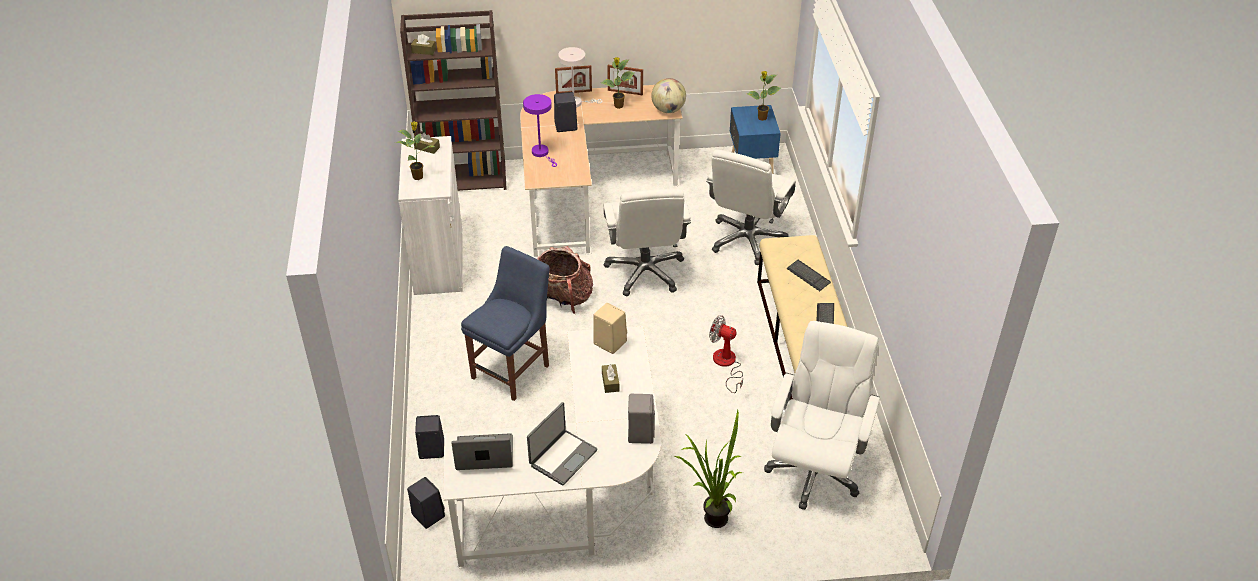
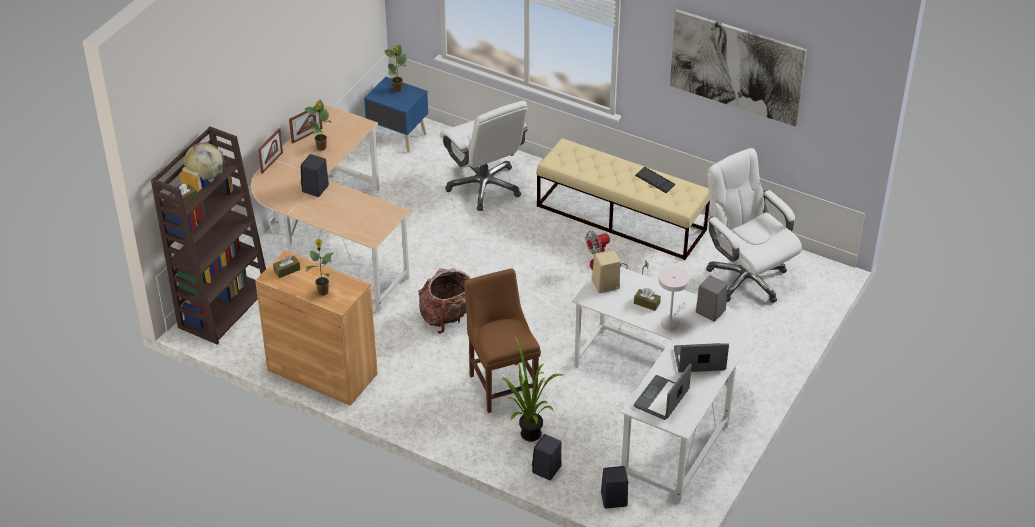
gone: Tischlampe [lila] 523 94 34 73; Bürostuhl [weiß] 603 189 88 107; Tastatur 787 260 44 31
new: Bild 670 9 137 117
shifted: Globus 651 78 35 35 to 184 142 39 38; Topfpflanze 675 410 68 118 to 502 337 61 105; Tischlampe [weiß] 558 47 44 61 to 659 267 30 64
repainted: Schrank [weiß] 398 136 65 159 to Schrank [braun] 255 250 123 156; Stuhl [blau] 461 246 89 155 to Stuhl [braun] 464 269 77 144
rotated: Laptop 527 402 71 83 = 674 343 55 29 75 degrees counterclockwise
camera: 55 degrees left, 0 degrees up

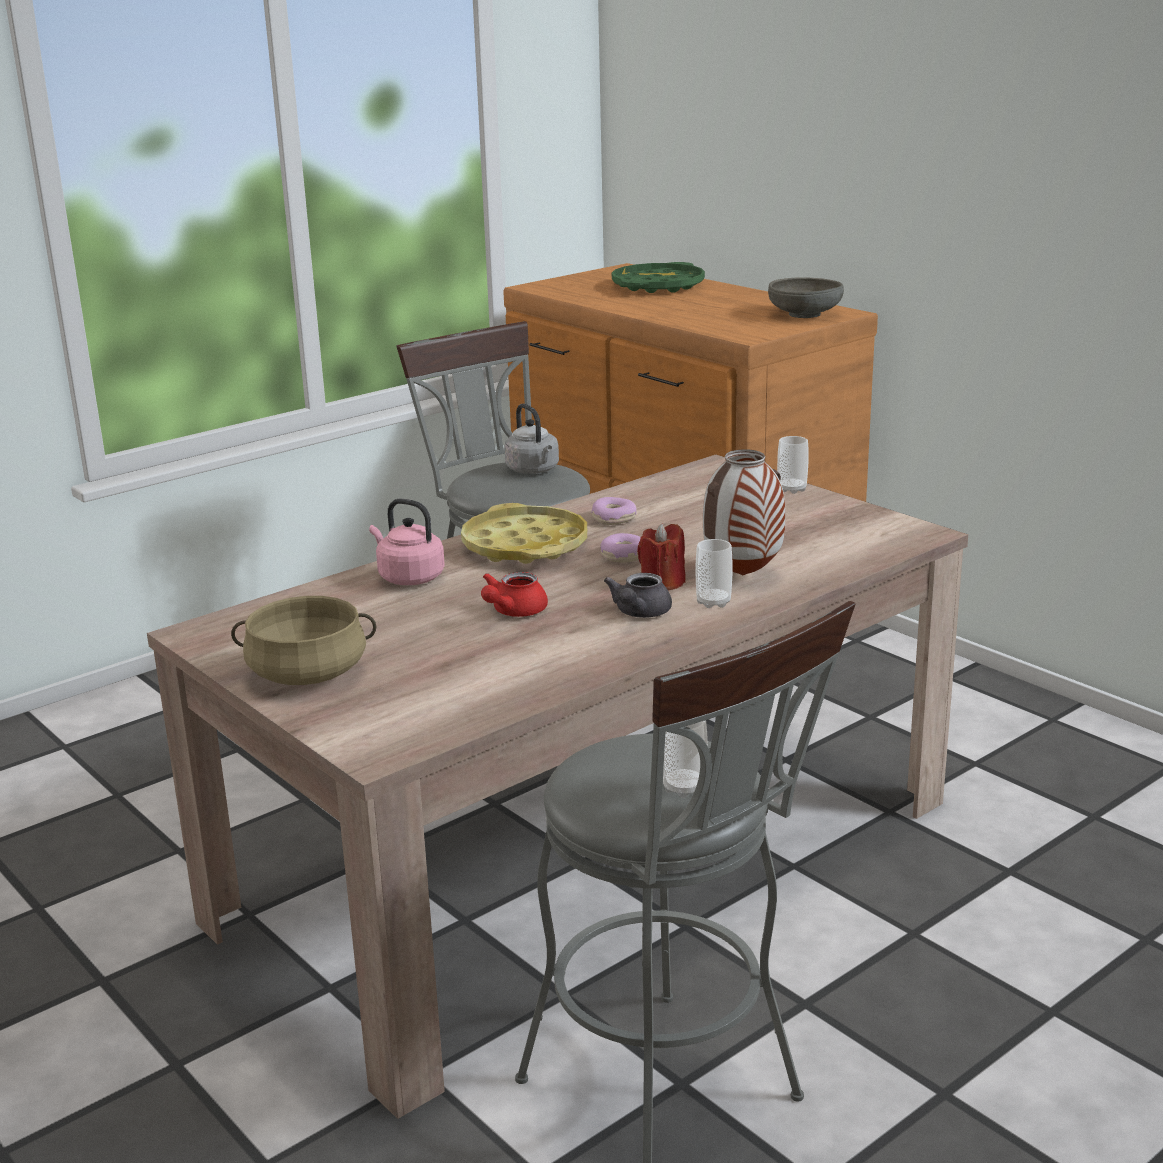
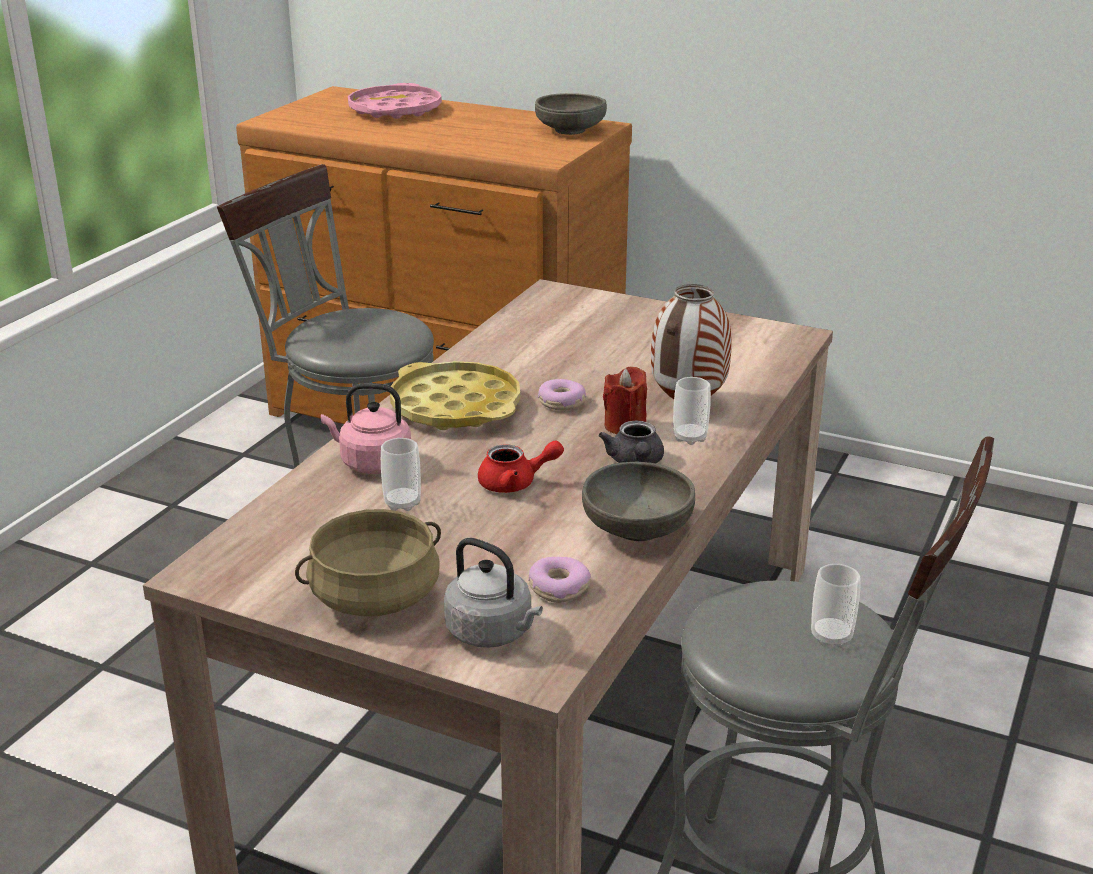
new: Schüssel [grau] 582 461 113 80
shifted: Tasse 777 436 32 58 to 381 438 40 73; Wasserkessel [grau] 504 404 55 70 to 444 538 99 110; Donut 591 497 46 28 to 528 557 63 46
repainted: Tablett [grün] 612 262 93 31 to Tablett [rosa] 348 83 94 36
rotated: Teekanne [rot] 481 572 67 45 = 478 440 86 53 105 degrees counterclockwise
camera: 25 degrees left, 5 degrees up

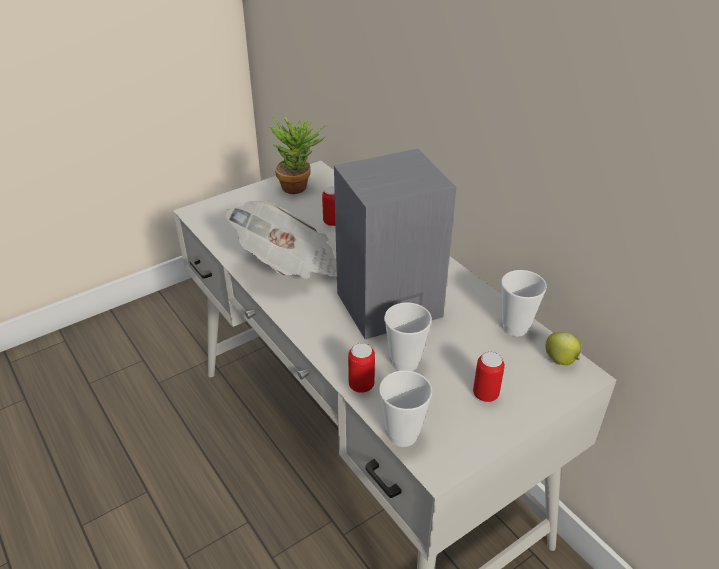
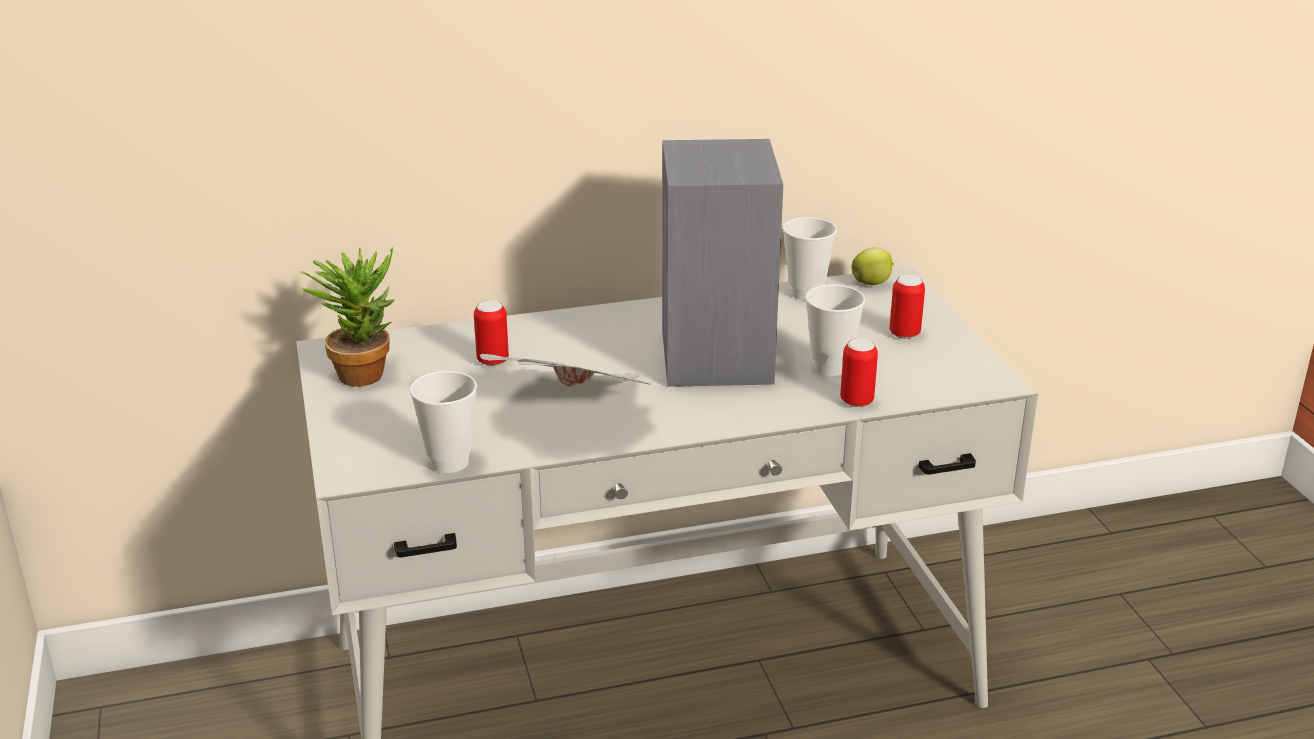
shifted: Tasse 379 370 53 77 to 410 371 67 102
camera: 70 degrees left, 10 degrees down

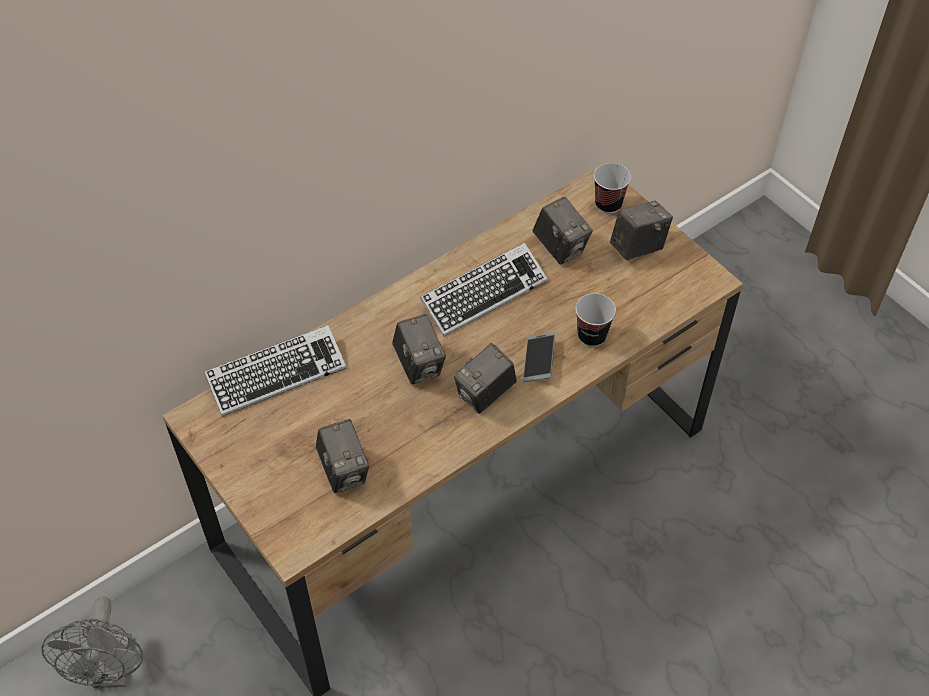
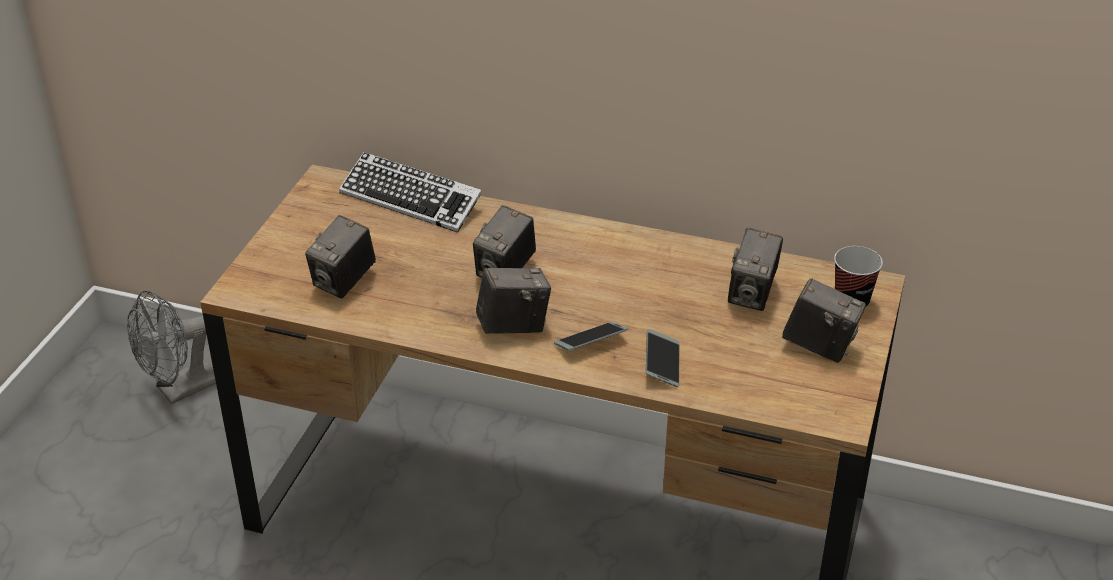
gone: Tastatur 420 242 128 95
swapped: Tasse 576 293 40 54 to Handy 646 329 33 58
rotated: Kamera 454 343 63 71 = 476 267 75 67 150 degrees clockwise
camera: 55 degrees right, 15 degrees down

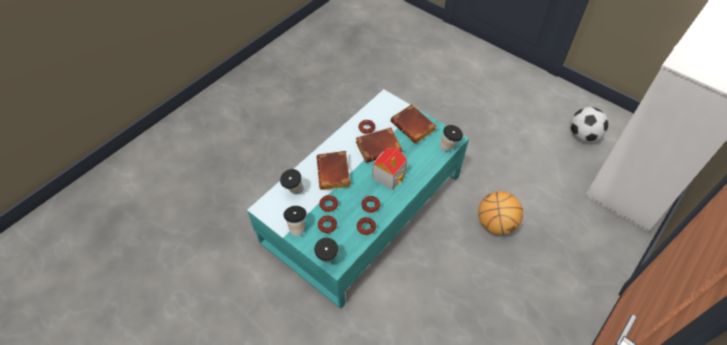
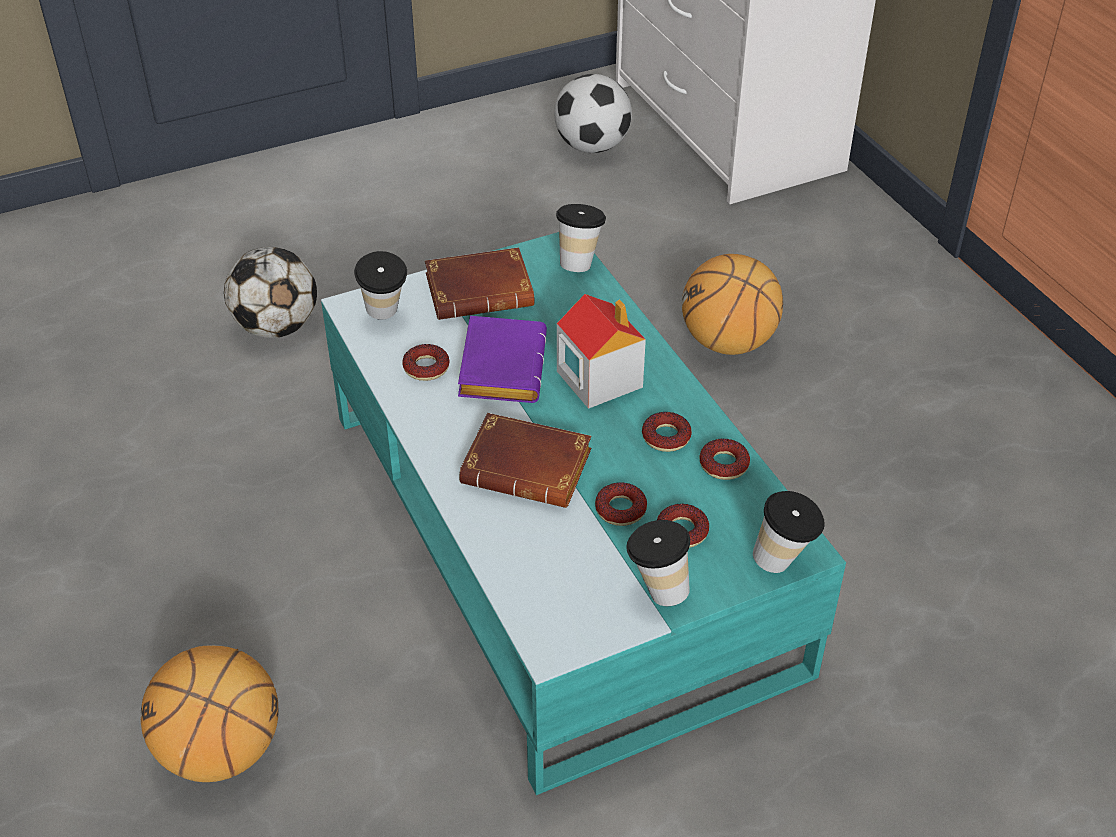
new: Basketball 140 645 139 137; Fußball 224 247 93 91
shifted: Tasse 280 169 24 25 to 354 251 53 69
repainted: Buch [braun] 356 127 46 36 to Buch [lila] 458 316 89 87
camera: 65 degrees left, 10 degrees down

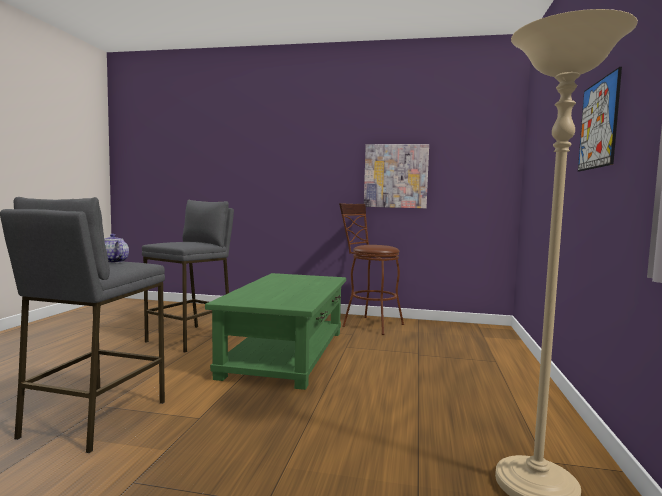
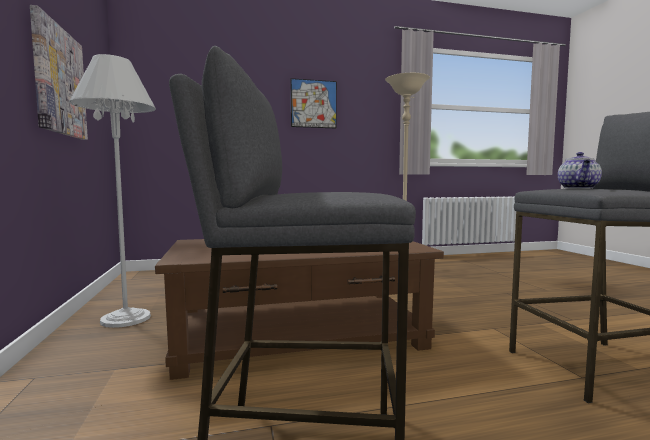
swapped: Hocker [braun] 339 203 65 132 to Stehlampe [weiß] 69 54 87 274
repainted: Couchtisch [grün] 205 273 141 117 to Couchtisch [braun] 155 239 289 141
camera: 115 degrees left, 0 degrees up

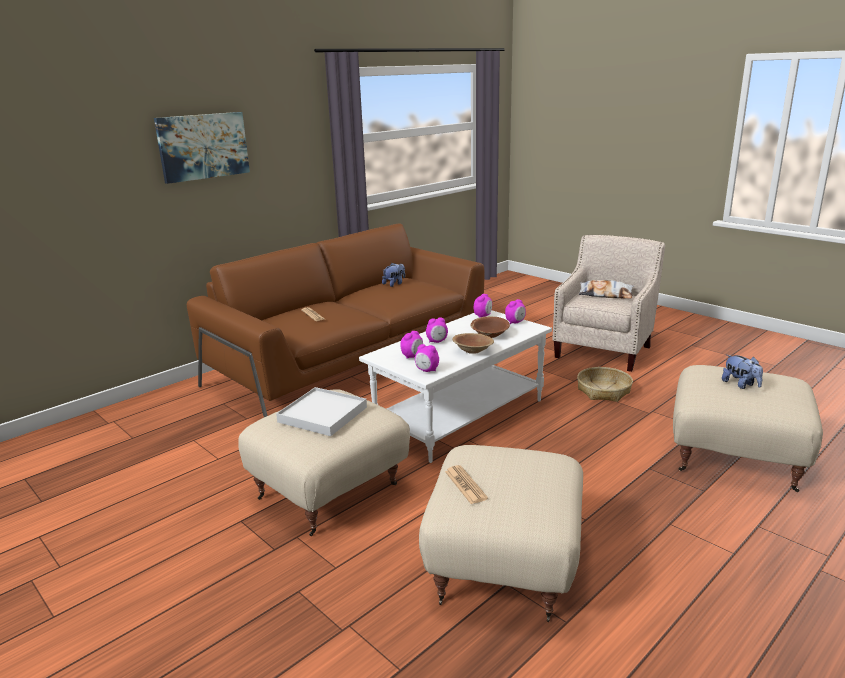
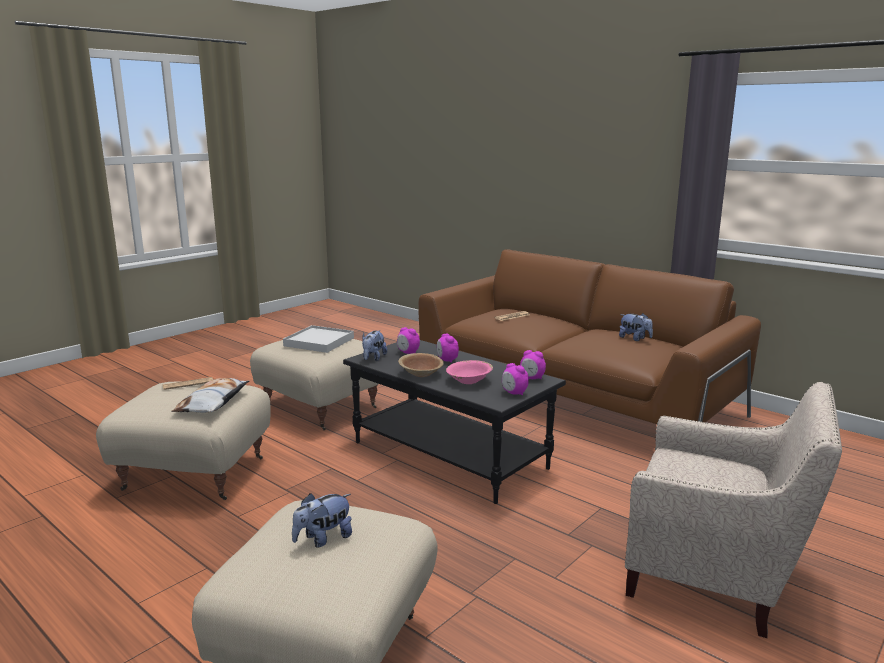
gone: Bild 154 112 96 72; Korb 577 367 56 35
shifted: Kissen 579 280 55 19 to 172 378 77 35
swapped: Wecker 415 344 24 28 to Plüschtier 362 330 25 31
repainted: Couchtisch [weiß] 359 310 193 153 to Couchtisch [schwarz] 343 340 223 164; Schüssel [braun] 470 316 40 22 to Schüssel [rosa] 446 360 47 24
camera: 85 degrees right, 5 degrees down

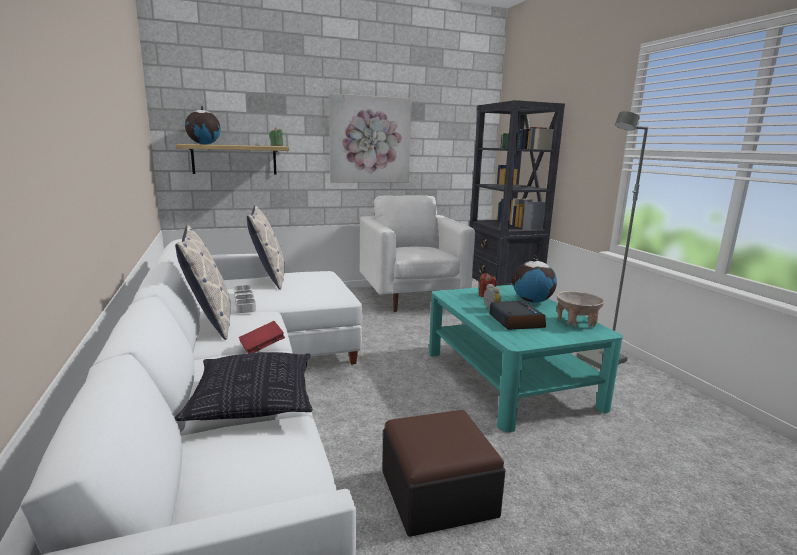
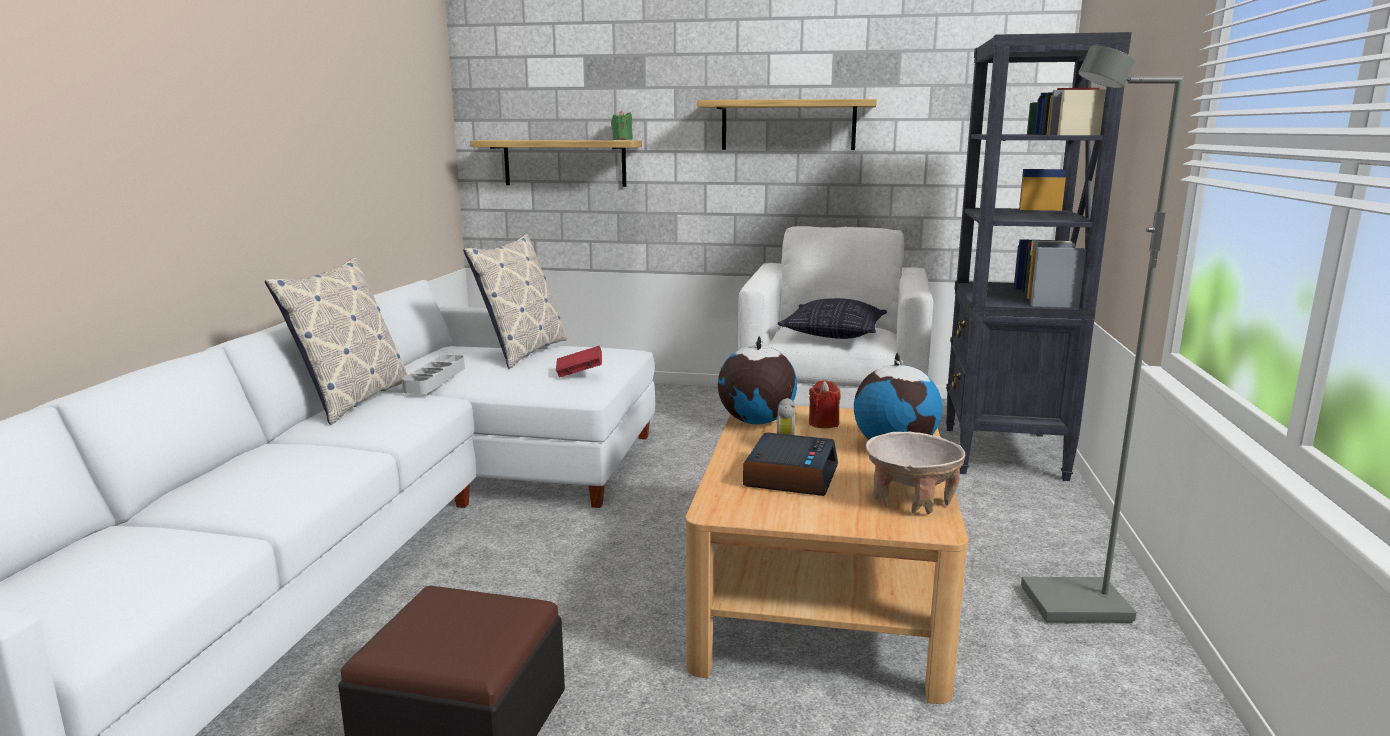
shifted: Buch [rot] 239 321 46 32 to 556 346 46 32; Globus 185 105 36 39 to 718 336 79 89; Kissen 175 352 138 69 to 777 298 110 41
swapped: Bild 329 93 83 90 to Wandregal 697 99 180 51
repainted: Couchtisch [türkis] 429 285 194 147 to Couchtisch [beige] 685 406 283 298
camera: 30 degrees right, 0 degrees up

